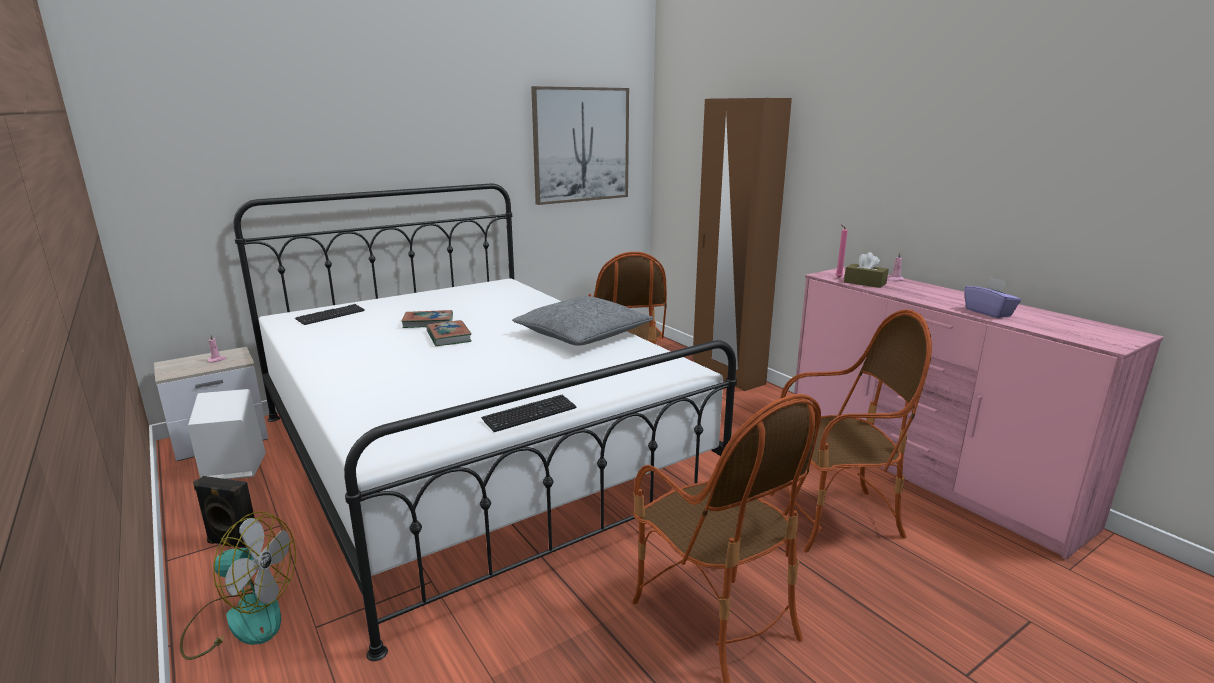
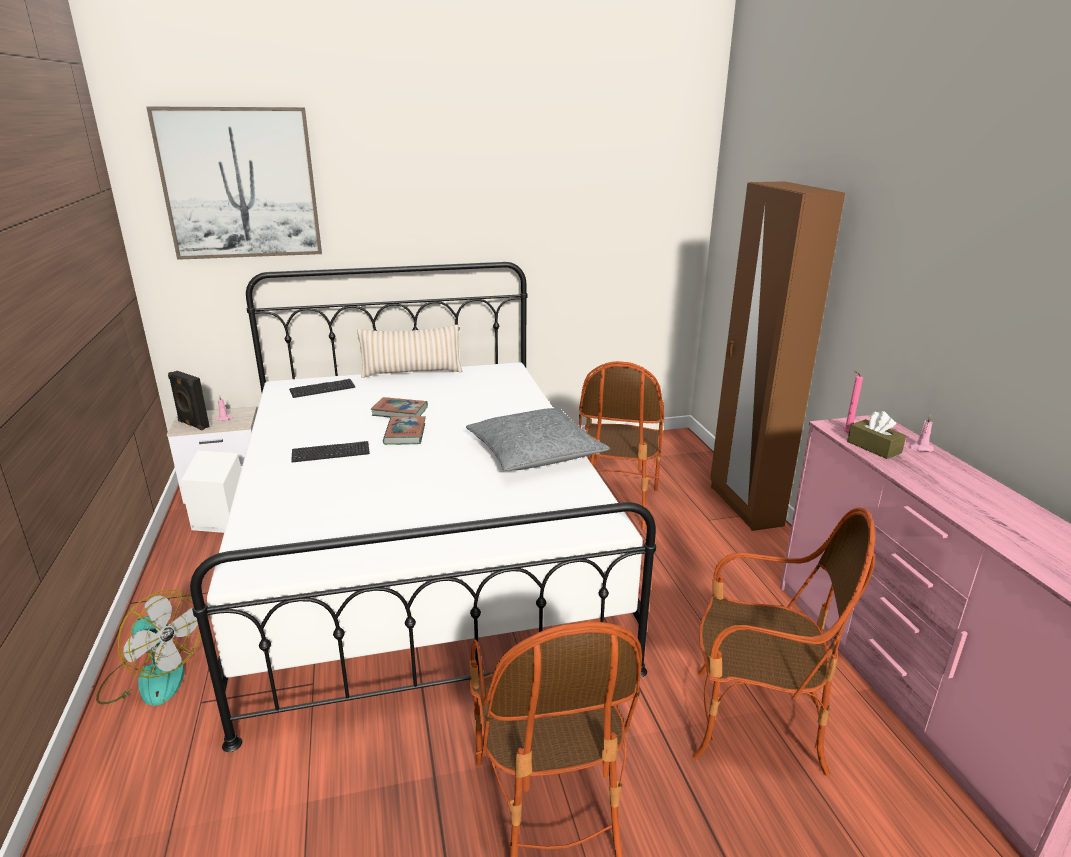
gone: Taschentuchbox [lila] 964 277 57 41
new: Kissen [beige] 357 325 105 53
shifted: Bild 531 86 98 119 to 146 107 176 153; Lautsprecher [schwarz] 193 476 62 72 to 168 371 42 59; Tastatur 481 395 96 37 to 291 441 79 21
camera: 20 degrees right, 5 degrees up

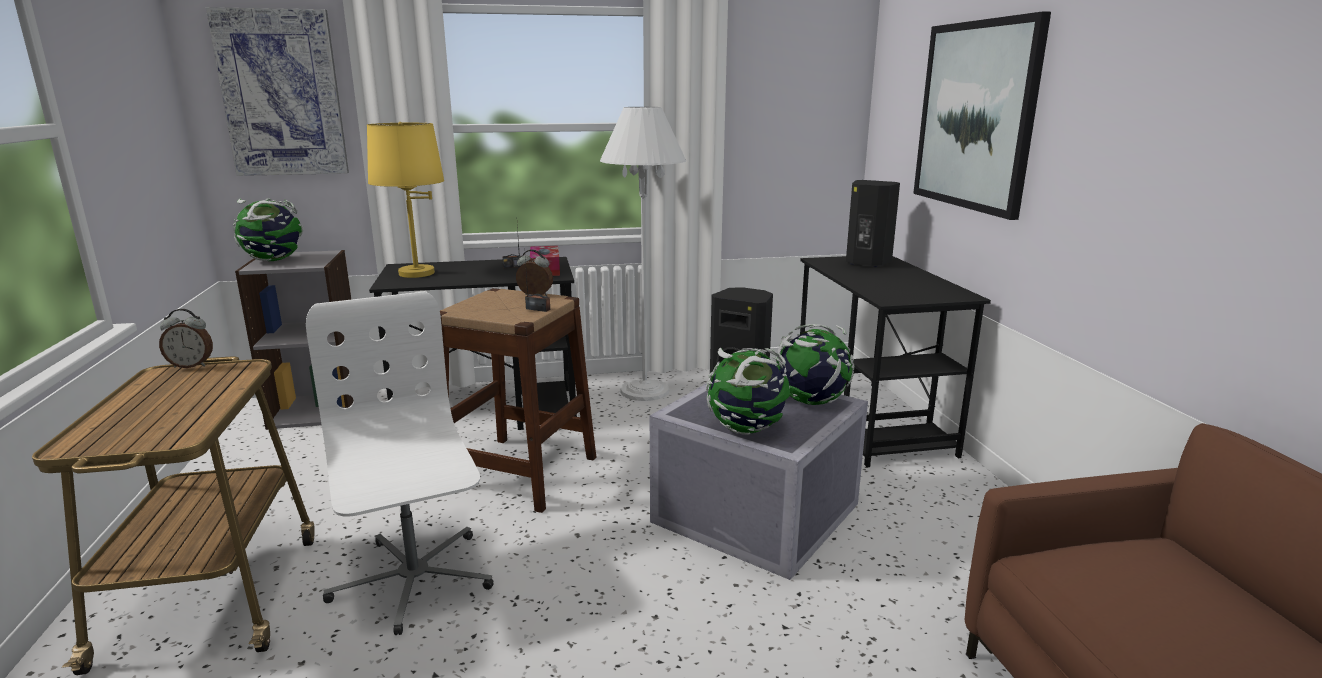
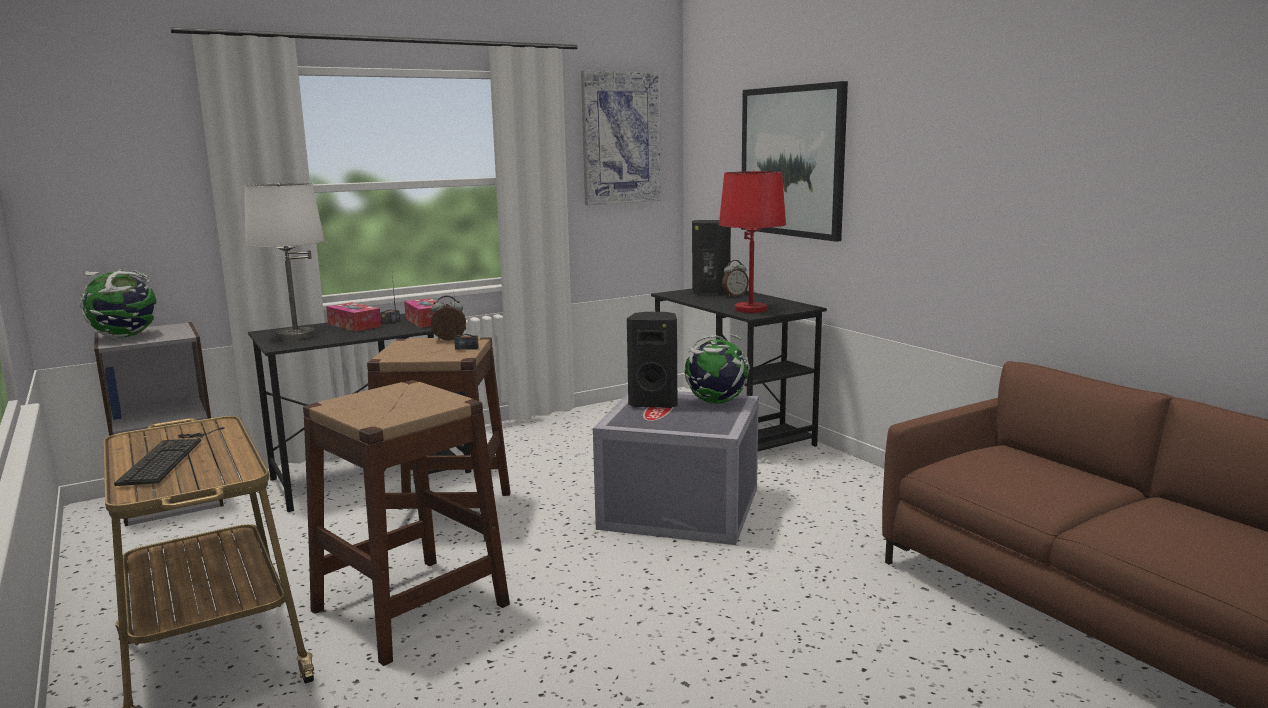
gone: Stehlampe [weiß] 600 107 86 294; Globus 706 347 84 88
new: Tastatur 114 427 111 59; Taschentuchbox 326 302 55 30; Tischlampe [rot] 719 170 67 143
shifted: Bild 206 7 143 169 to 581 71 80 134; Wecker 159 309 54 59 to 722 260 27 37
swapped: Bürostuhl [weiß] 306 291 188 344 to Hocker [braun] 303 380 207 286
repainted: Tischlampe [gelb] 367 122 77 156 to Tischlampe [weiß] 244 183 80 157
camera: 20 degrees left, 5 degrees down

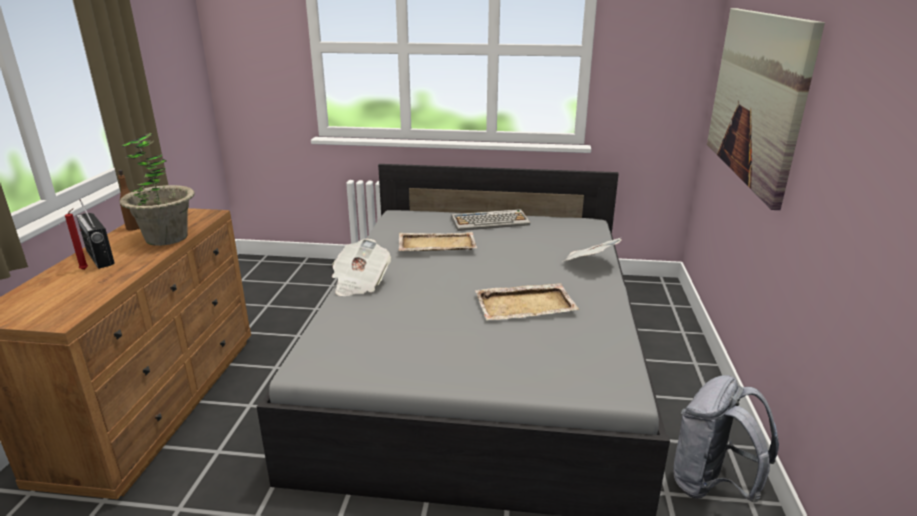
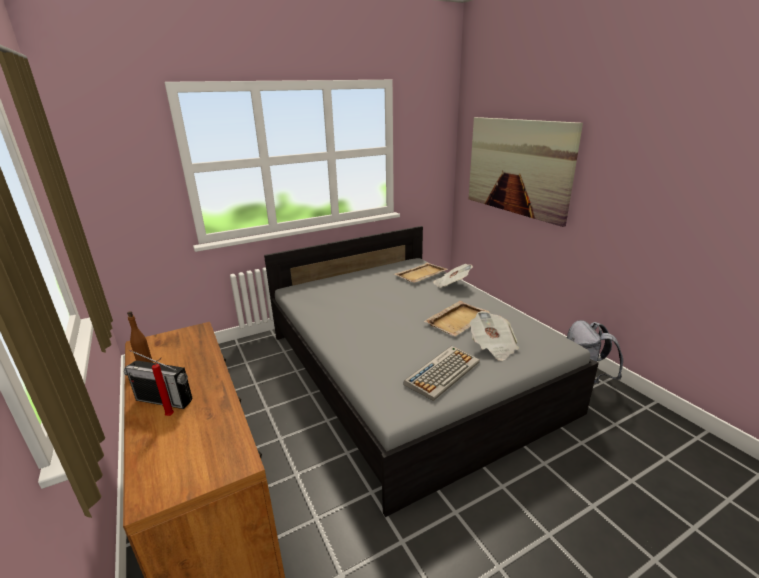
gone: Topfpflanze 120 133 75 113
shifted: Tablett [beige] 399 232 78 19 to 394 263 54 20; Tastatur 451 209 79 22 to 403 346 77 55; Zeitung 332 239 59 57 to 470 311 49 50
camera: 35 degrees left, 0 degrees up

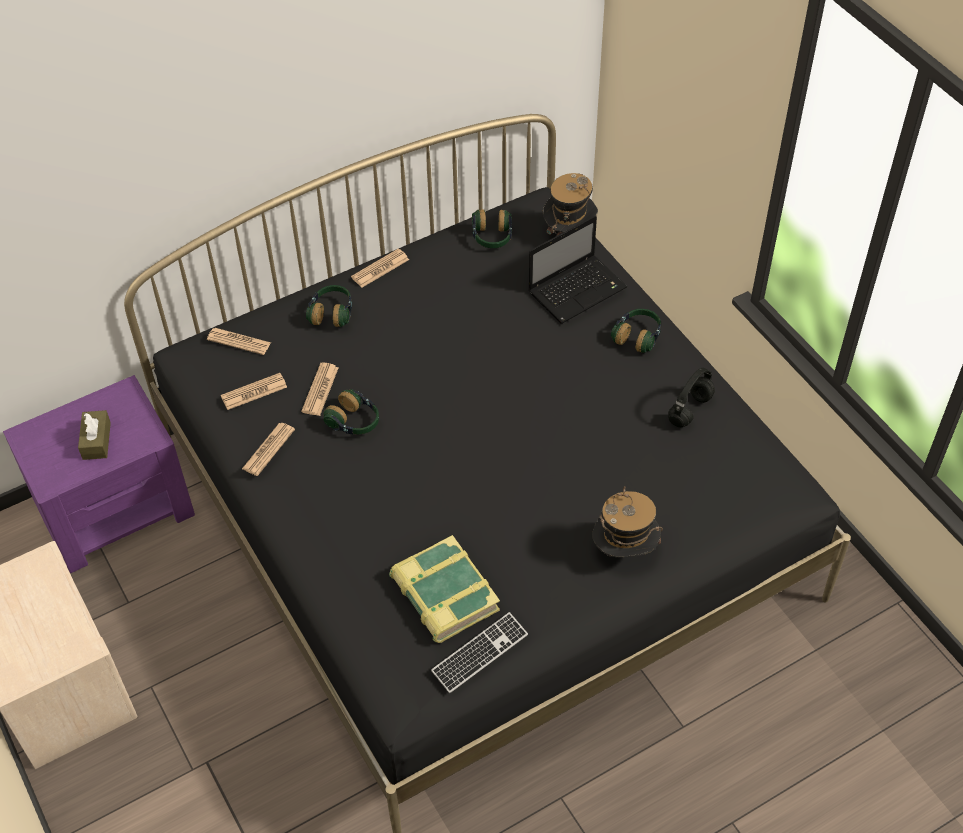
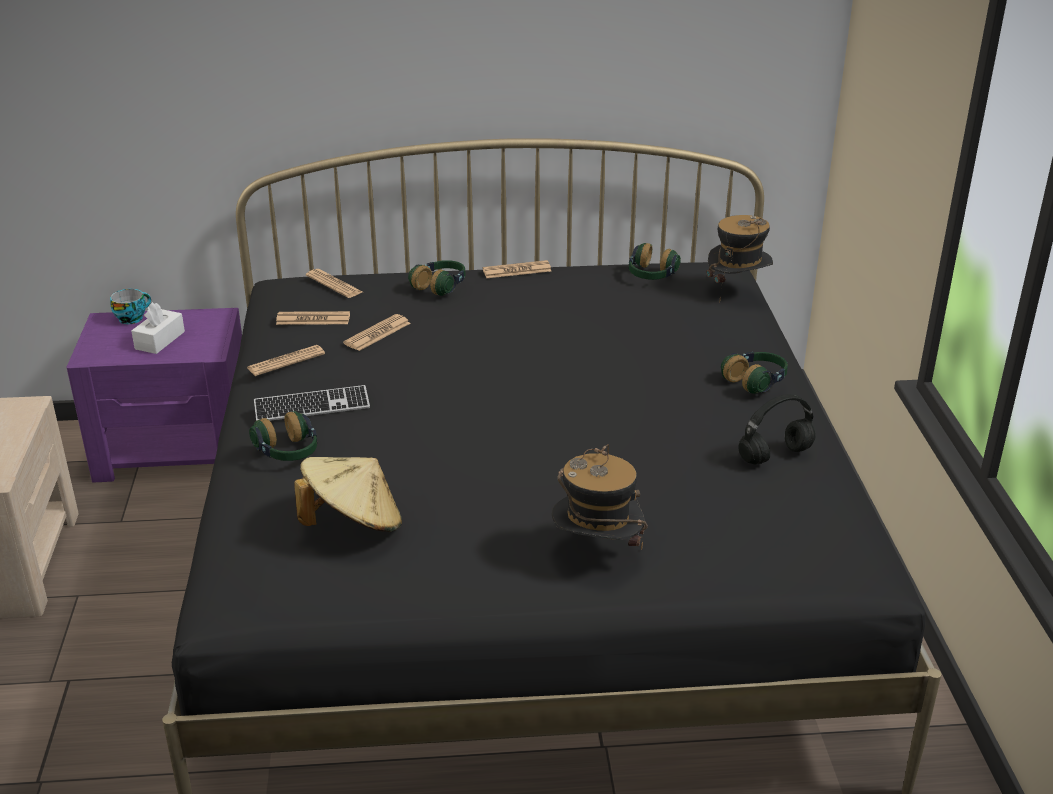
gone: Laptop 528 216 100 108
new: Tasse 110 289 41 35
shifted: Kopfhörer 323 389 56 46 to 249 411 68 50; Tastatur 431 612 97 81 to 254 385 116 36
swapped: Buch 389 535 111 108 to Hut [beige] 294 457 108 75
repainted: Taschentuchbox [braun] 78 410 33 50 to Taschentuchbox [weiß] 131 302 54 52
camera: 25 degrees right, 20 degrees down

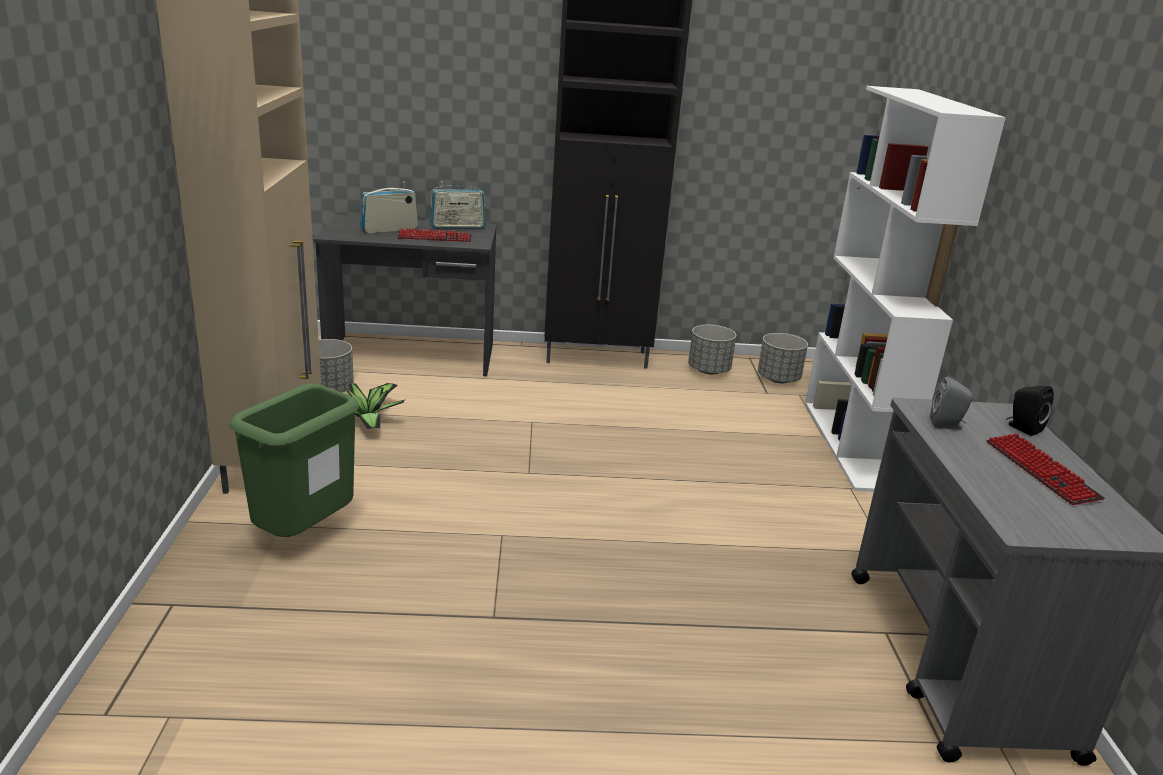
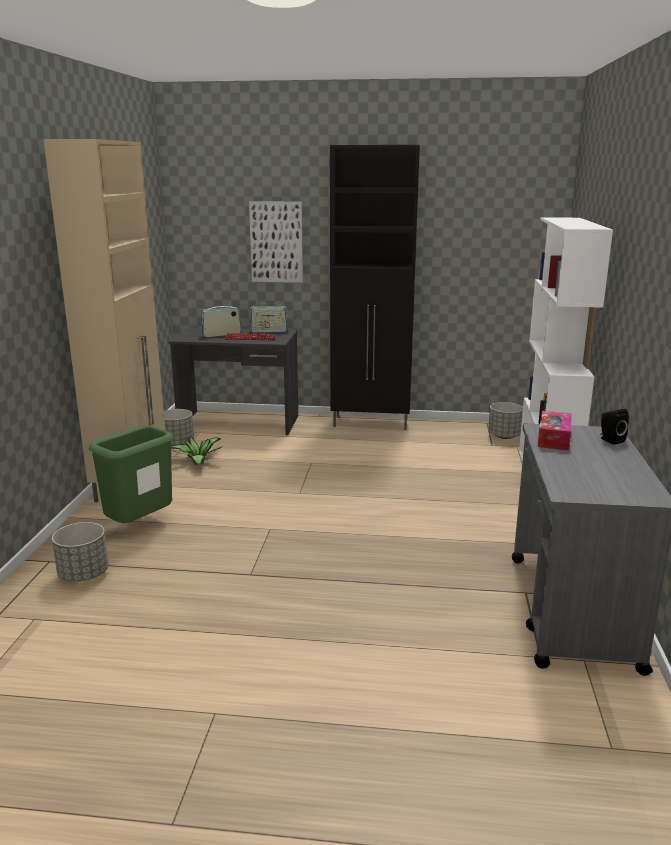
gone: Tastatur 986 433 119 72
new: Bild 249 201 54 82
shifted: Pflanzkübel [grau] 688 325 48 50 to 52 522 57 60
swapped: Lautsprecher [grau] 930 376 42 54 to Taschentuchbox 537 411 35 39
camera: 10 degrees right, 5 degrees down

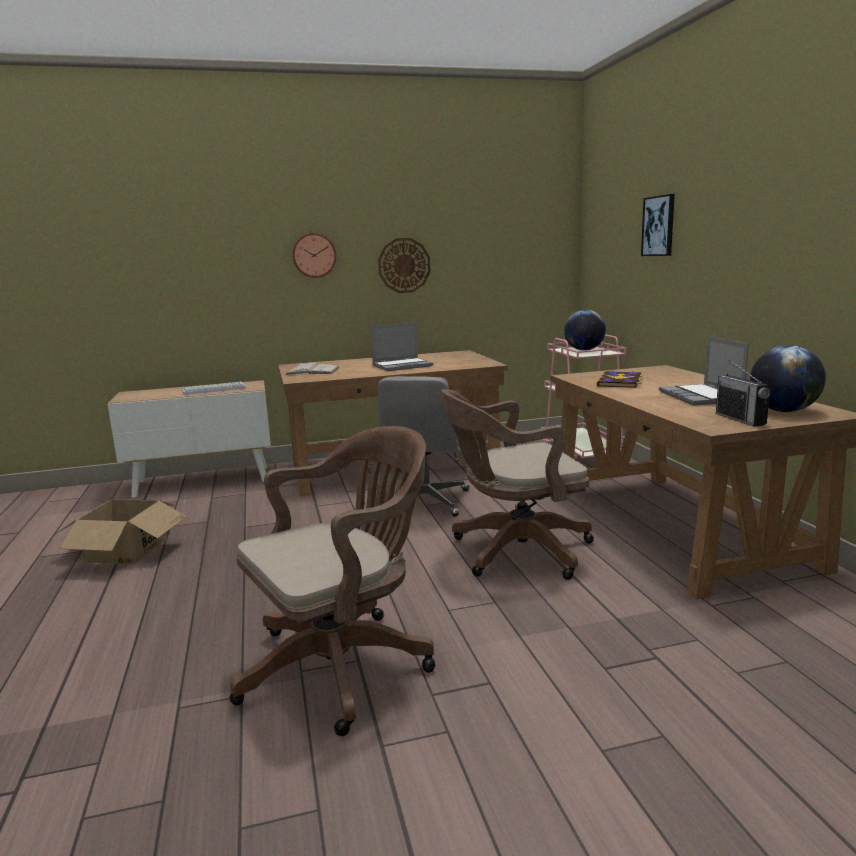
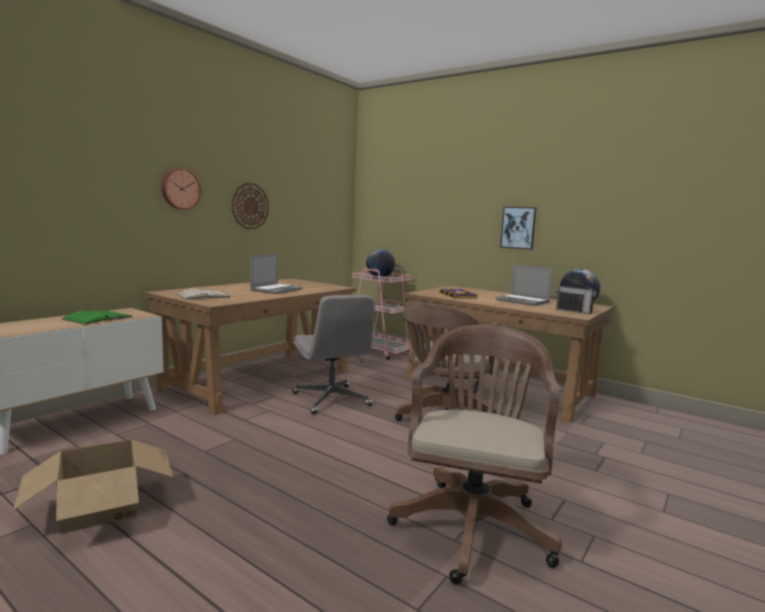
shifted: Bild 641 194 34 62 to 500 207 37 43
swapped: Tastatur 183 381 63 14 to Buch [grün] 61 310 71 15
camera: 40 degrees left, 5 degrees down

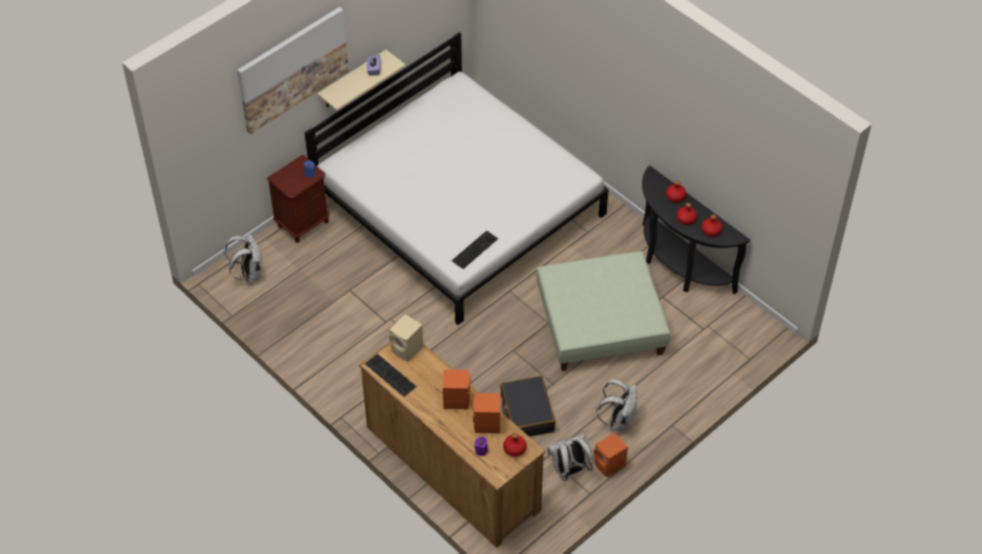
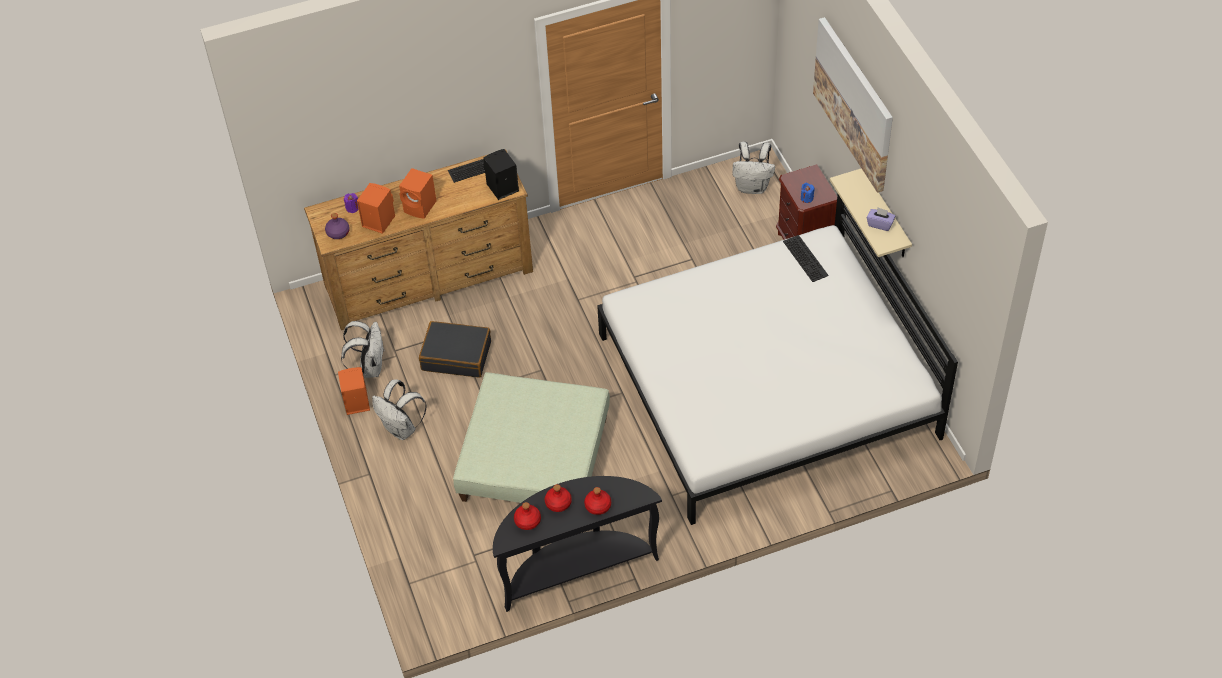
shifted: Tastatur 452 230 46 39 to 783 235 46 47
repainted: Flasche [rot] 503 433 24 24 to Flasche [lila] 325 213 25 26; Lautsprecher [beige] 389 314 34 48 to Lautsprecher [schwarz] 483 149 36 51
camera: 115 degrees right, 0 degrees up

